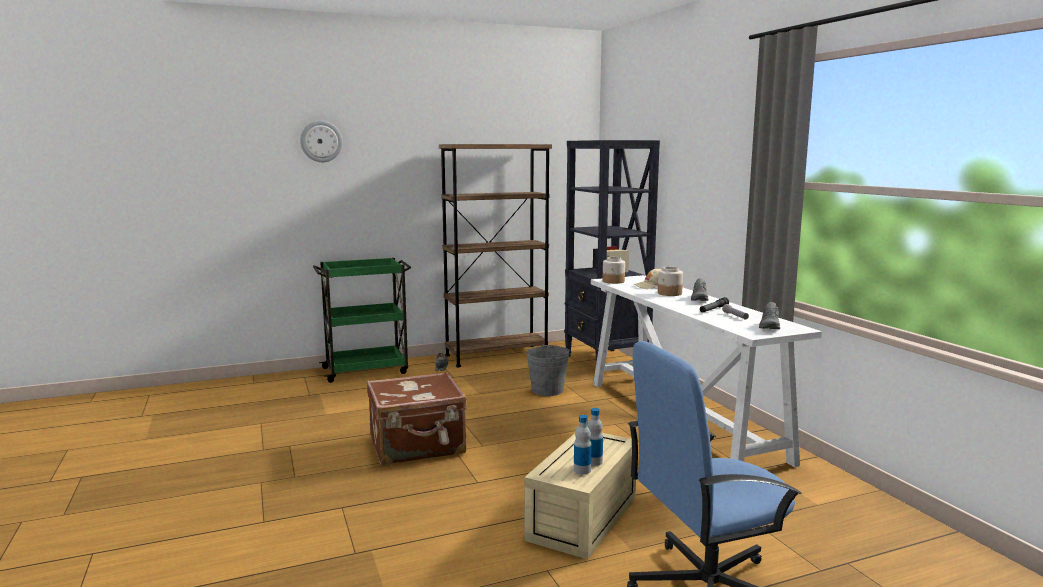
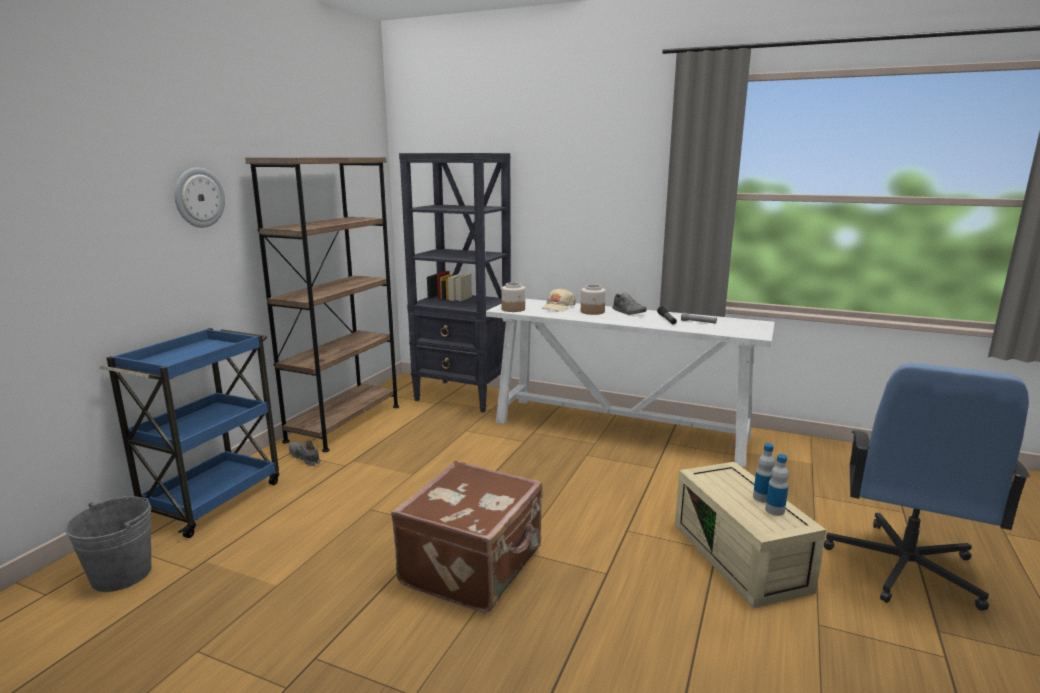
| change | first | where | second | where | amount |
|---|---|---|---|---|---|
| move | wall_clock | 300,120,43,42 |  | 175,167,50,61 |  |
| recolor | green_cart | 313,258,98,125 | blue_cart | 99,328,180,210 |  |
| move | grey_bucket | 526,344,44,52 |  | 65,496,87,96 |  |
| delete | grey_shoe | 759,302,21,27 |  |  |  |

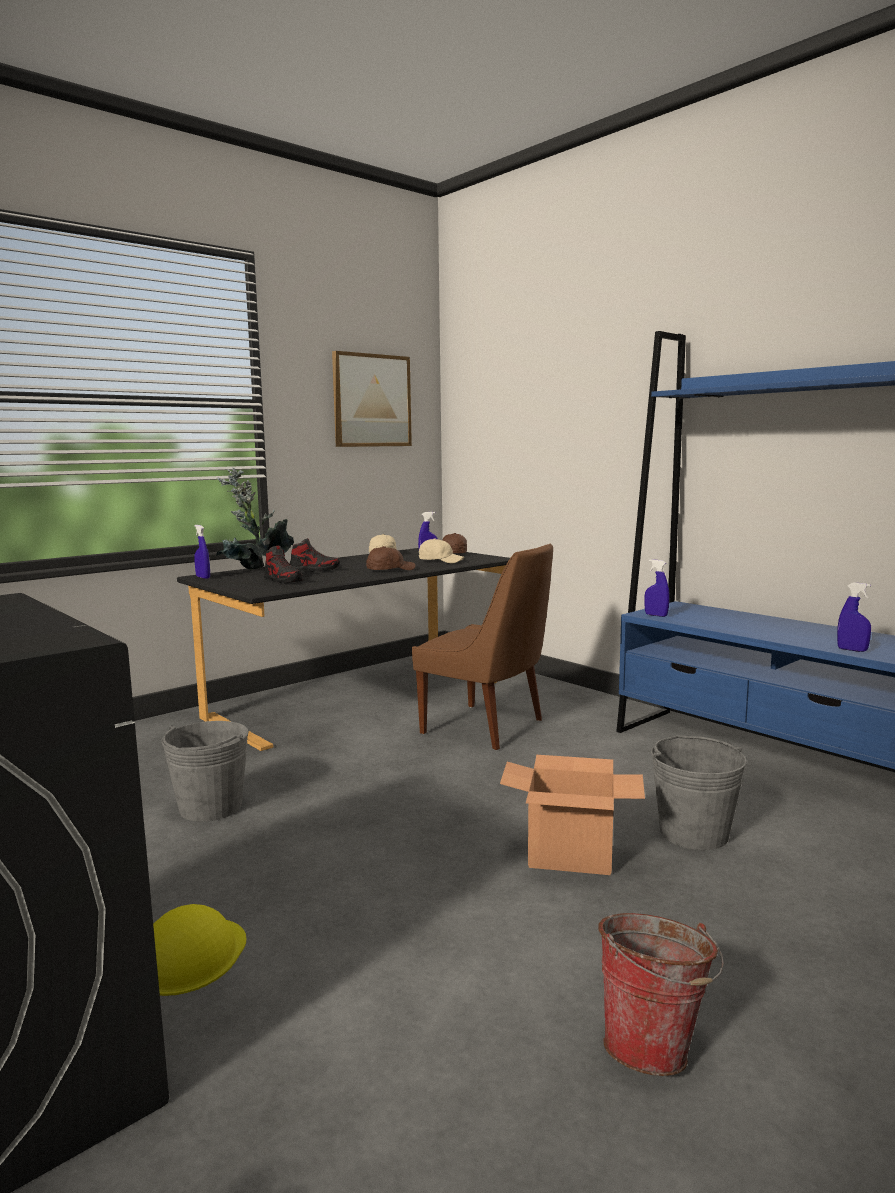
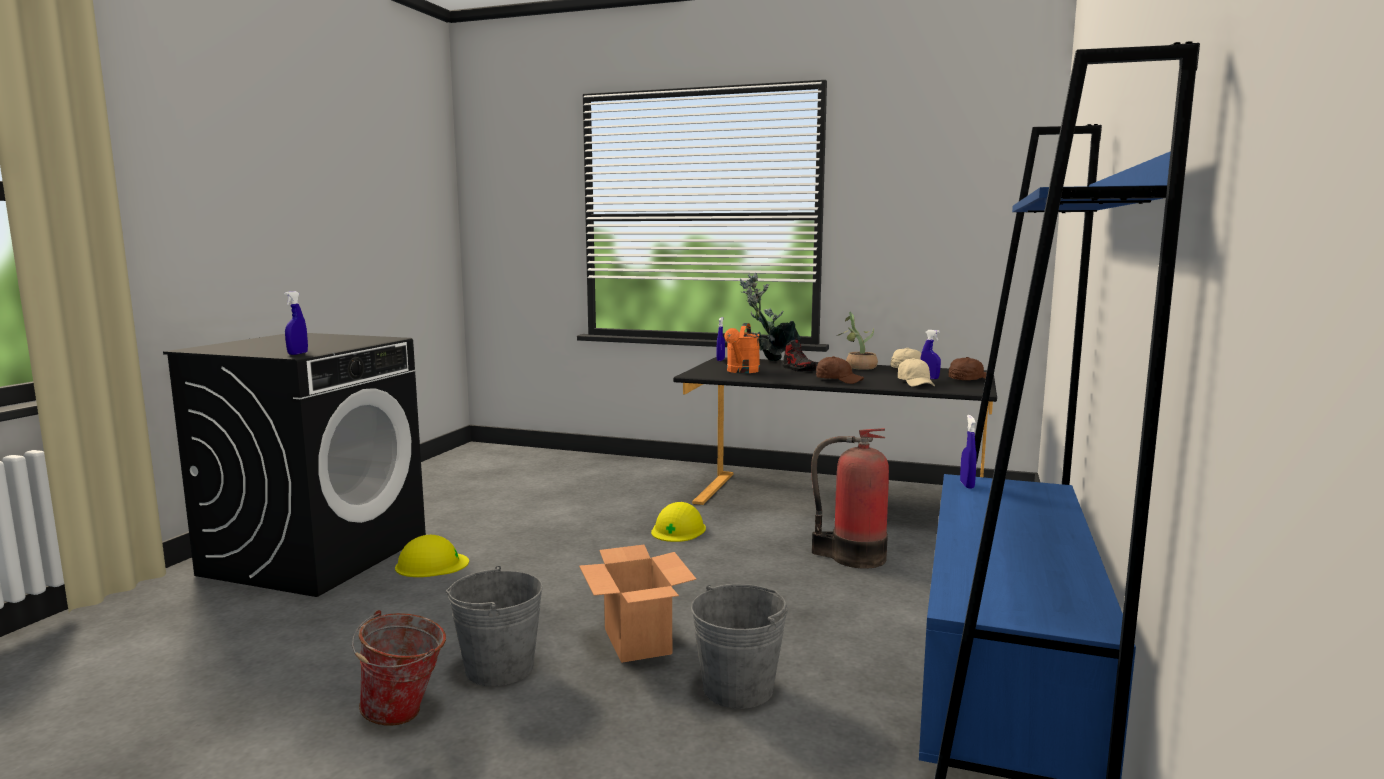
| change | first | where | second | where | amount |
|---|---|---|---|---|---|
| move | grey_bucket | 161,721,88,101 |  | 446,566,97,120 |  |
| replace | shoe | 264,546,39,37 | orange_watering_can | 724,323,36,50 |  |
| delete | picture | 332,351,80,96 |  |  |  |
| replace | brown_chair | 412,544,141,206 | fire_extinguisher | 811,428,78,141 |  |
| move | blue_spray_bottle | 837,582,34,70 |  | 284,291,24,64 |  |
| insert |  |  | yellow_hard_hat | 651,502,55,40 |  |
| insert |  |  | potted_plant | 837,312,41,58 |  |

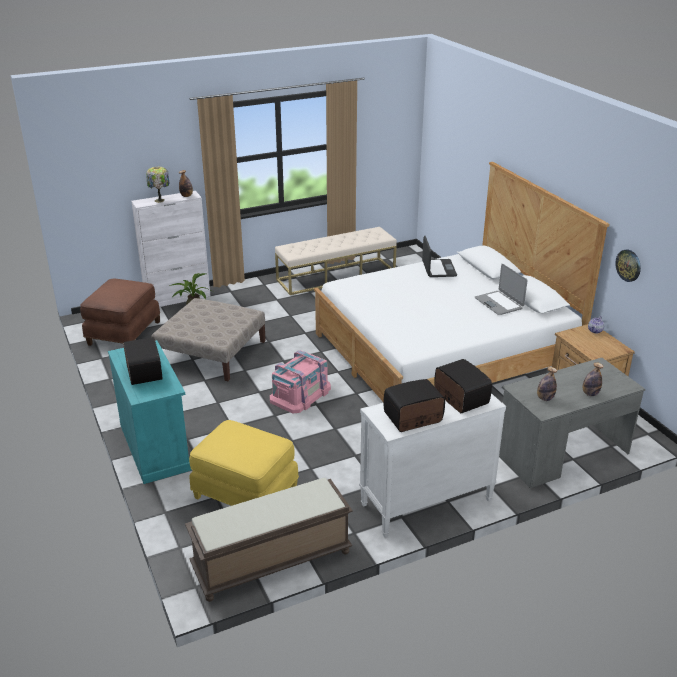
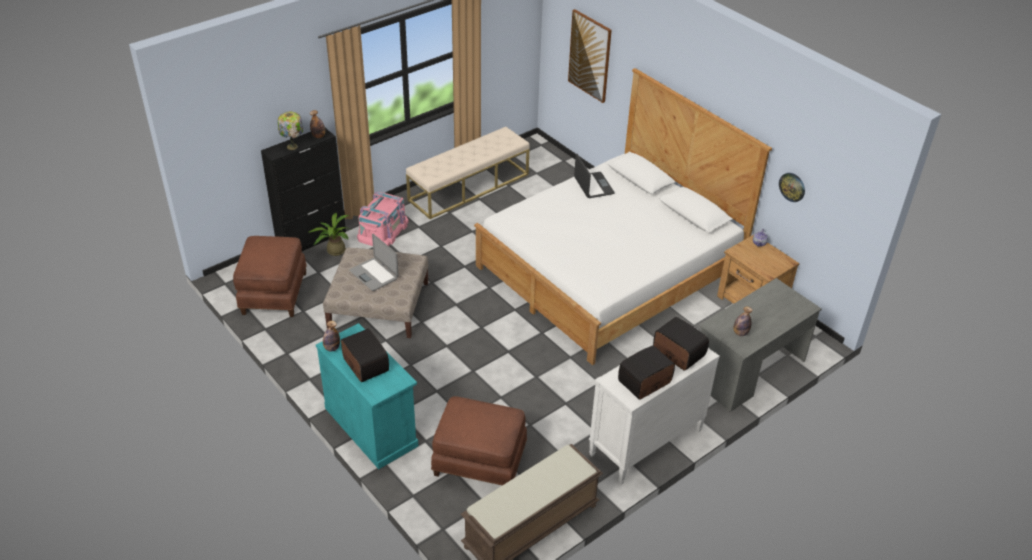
| change | first | where | second | where | amount |
|---|---|---|---|---|---|
| recolor | white_cabinet | 131,191,79,116 | black_cabinet | 261,128,85,123 |  |
| recolor | yellow_ottoman | 189,420,110,86 | brown_ottoman | 431,396,96,89 |  |
| move | pink_storage_box | 270,350,61,63 |  | 357,192,52,54 |  |
| move | laptop | 475,264,53,51 |  | 349,234,50,57 |  |
| move | bottle | 582,362,22,34 |  | 323,321,17,31 |  |
| insert |  |  | picture | 568,9,44,94 |  |

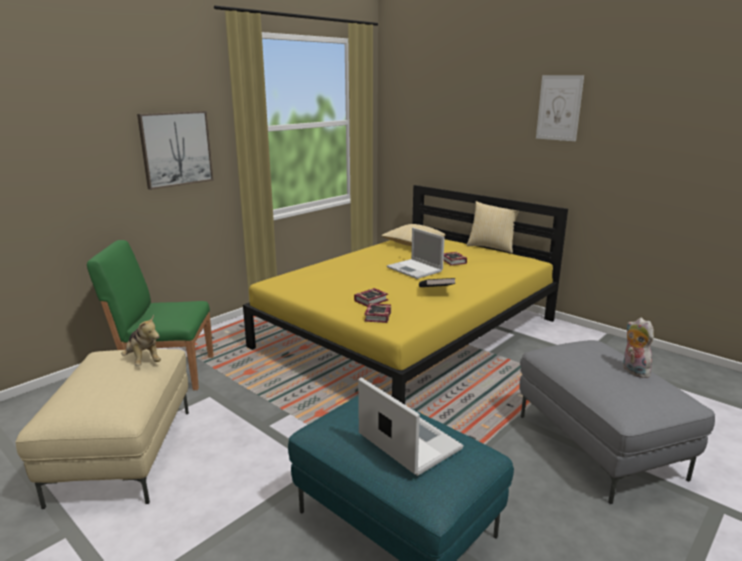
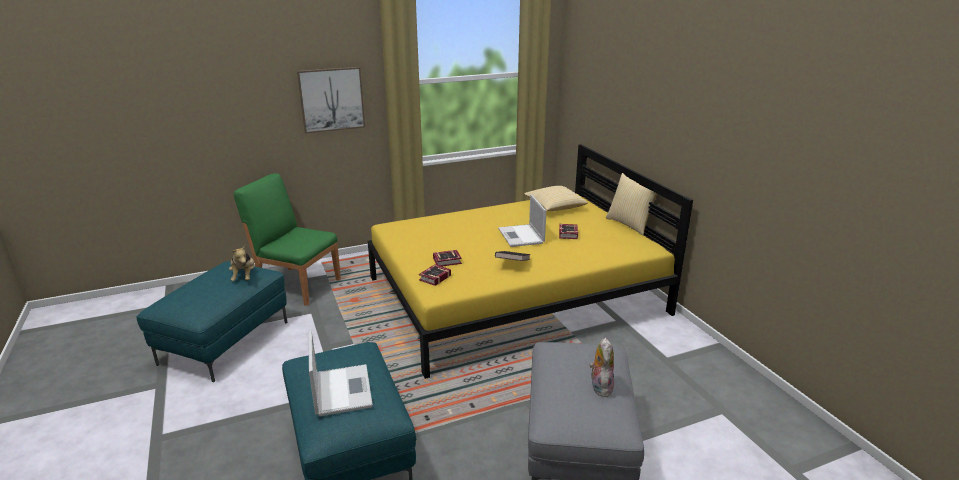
| change | first | where | second | where | amount |
|---|---|---|---|---|---|
| recolor | beige_ottoman | 15,349,174,160 | turquoise_ottoman | 137,261,150,121 |  |
| delete | picture | 536,75,48,66 |  |  |  |

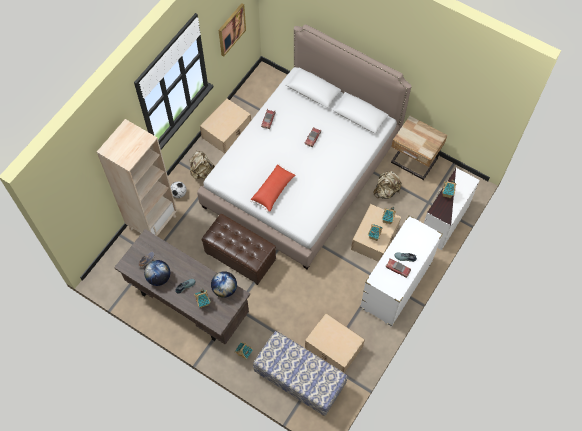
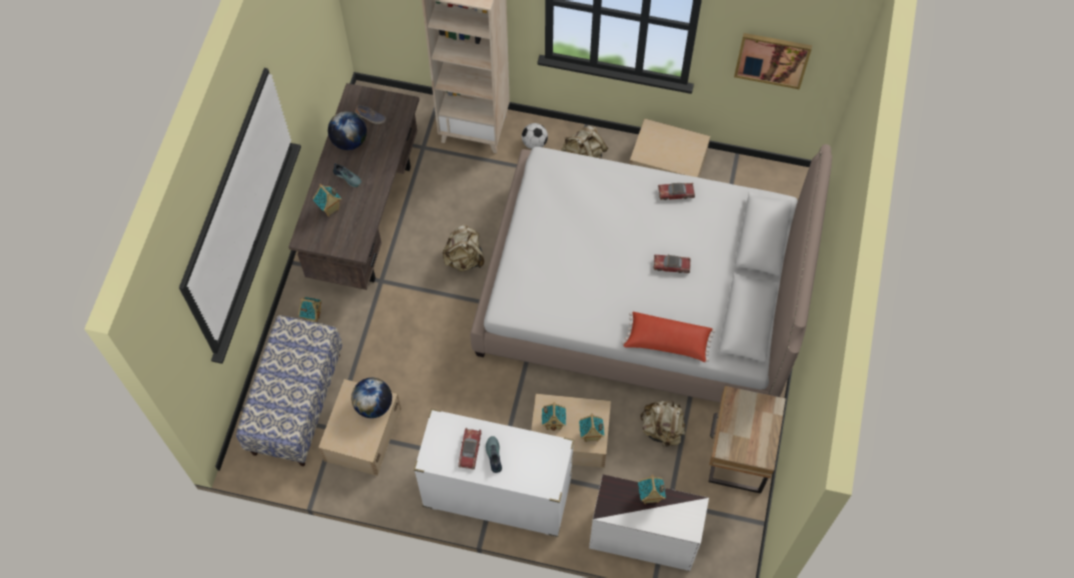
| change | first | where | second | where | amount |
|---|---|---|---|---|---|
| replace | brown_ottoman | 202,214,74,71 | beige_backpack | 443,224,41,48 |  |
| move | globe | 211,271,26,27 |  | 351,378,41,40 |  |
| move | red_pillow | 250,164,46,48 |  | 622,312,93,50 |  |

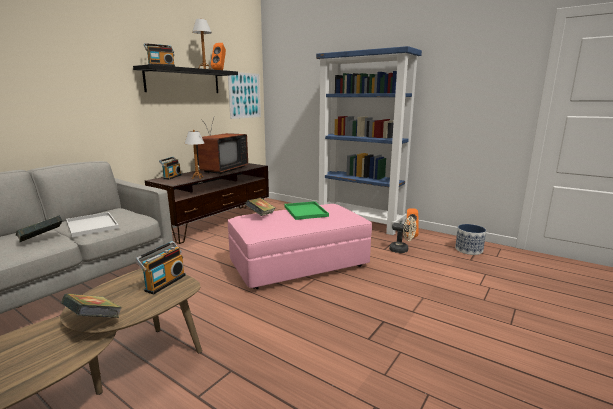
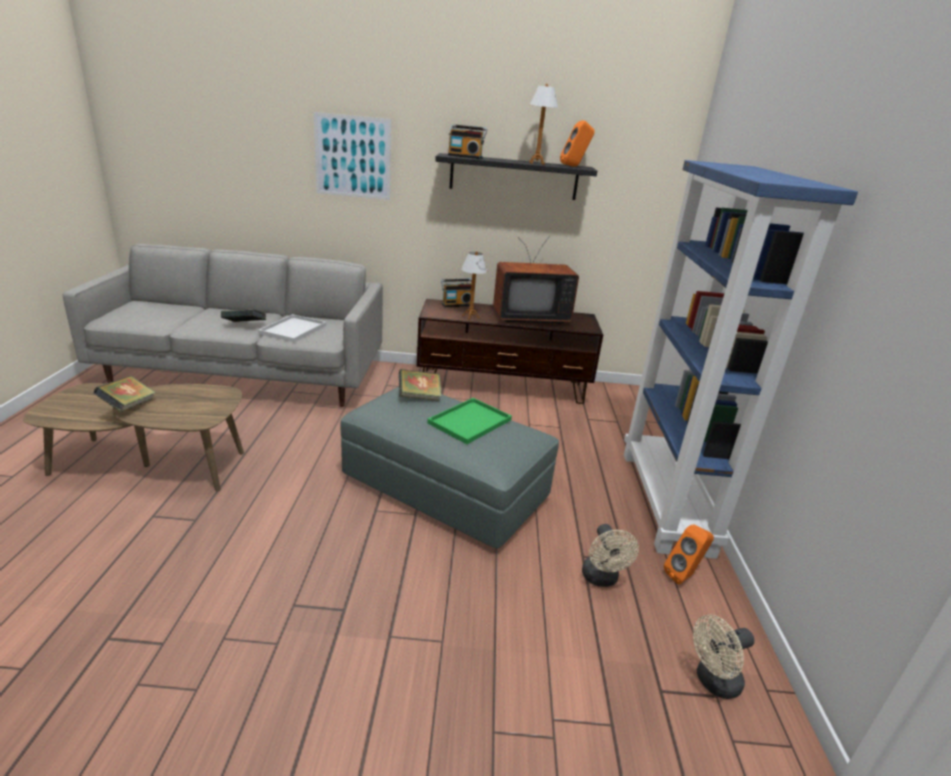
| change | first | where | second | where | amount |
|---|---|---|---|---|---|
| delete | radio | 135,241,51,53 |  |  |  |
| move | picture | 228,72,33,47 |  | 314,112,77,88 |  |
| recolor | pink_ottoman | 228,204,144,85 | grey_ottoman | 340,387,219,161 |  |
| replace | planter | 455,224,31,31 | beige_fan | 693,615,62,84 |  |

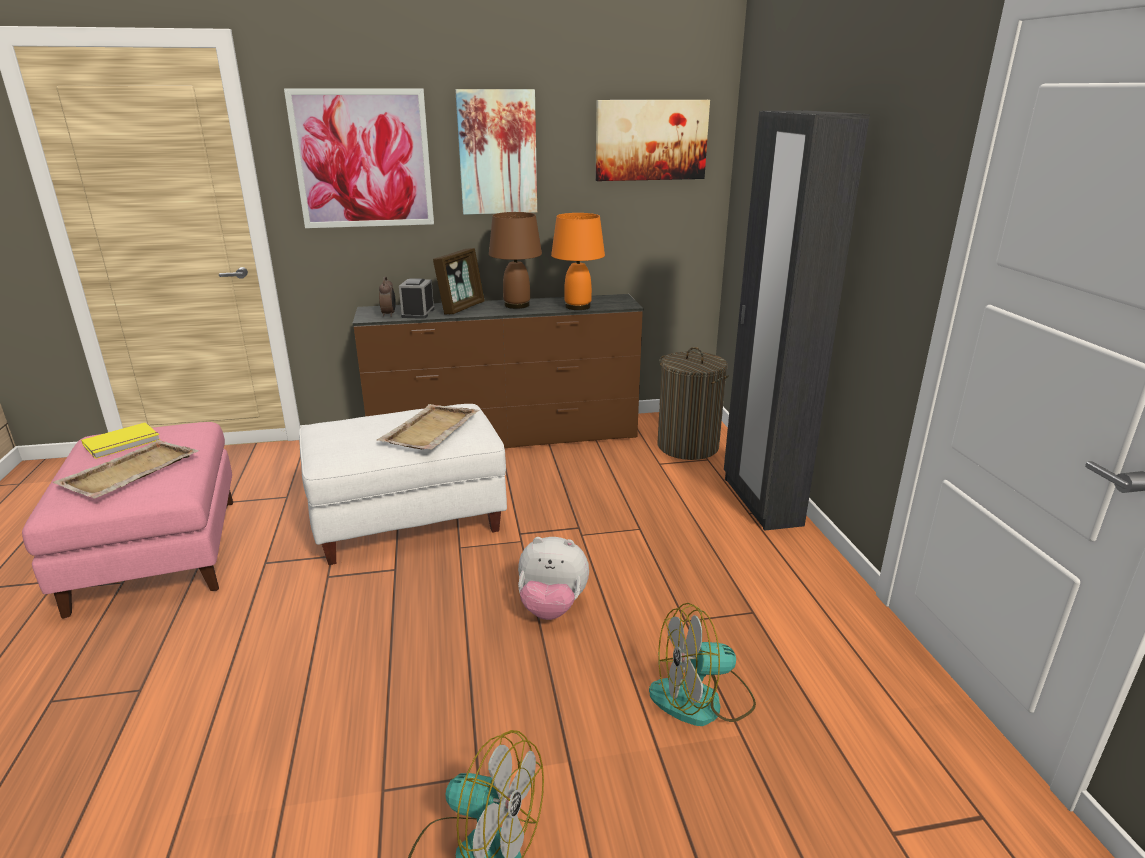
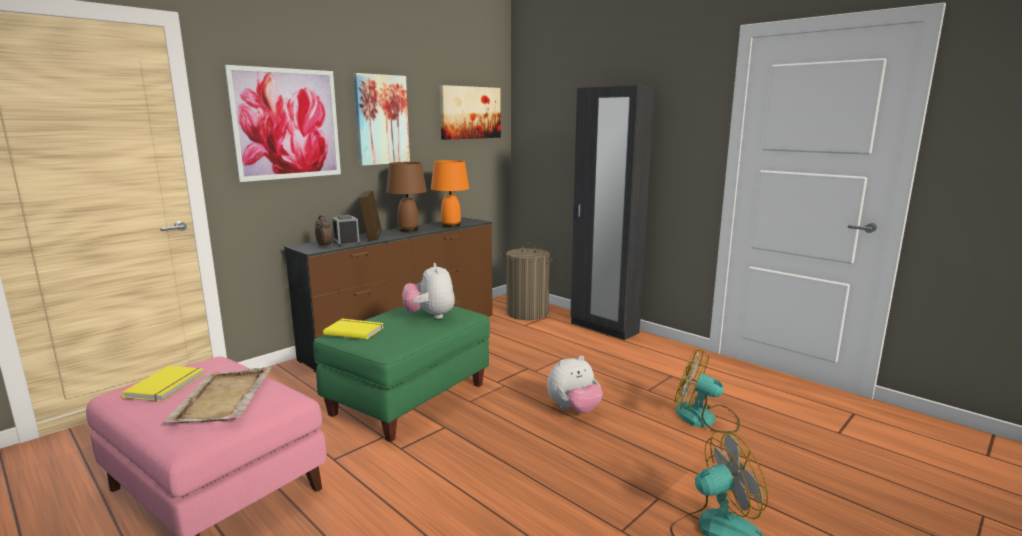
| change | first | where | second | where | amount |
|---|---|---|---|---|---|
| recolor | white_ottoman | 299,404,208,161 | green_ottoman | 313,306,177,136 |  |
| replace | beige_tray | 377,404,102,46 | plush_toy | 402,263,53,56 |  |
| rotate | fan | 649,603,107,123 |  | 675,350,65,83 | 75 degrees clockwise |
| insert |  |  | yellow_book | 323,318,61,22 |  |

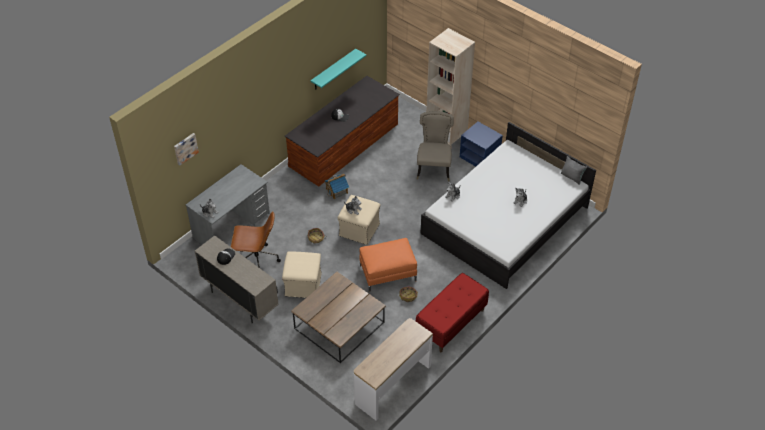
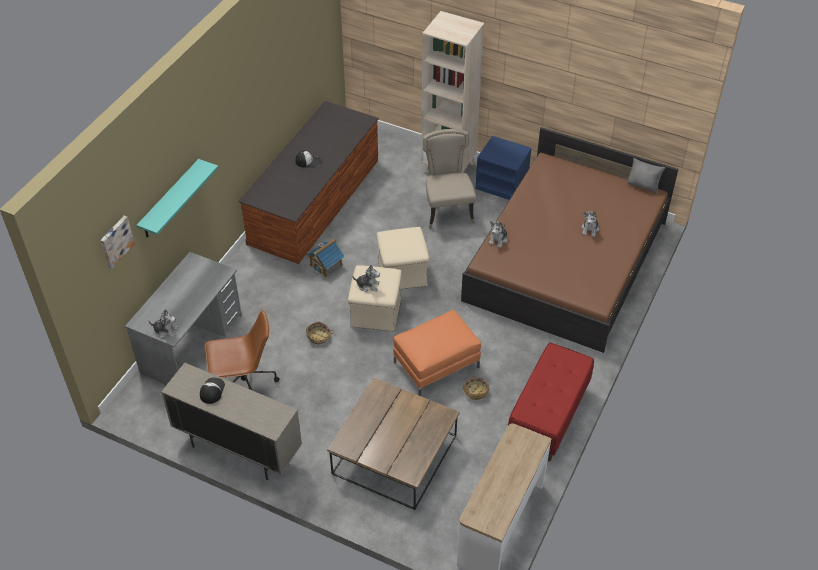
| change | first | where | second | where | amount |
|---|---|---|---|---|---|
| move | beige_ottoman | 282,251,40,47 |  | 377,227,52,63 |  |
| move | turquoise_shelf | 311,49,56,41 |  | 136,159,82,78 |  |
| recolor | white_bed | 421,122,175,167 | brown_bed | 461,127,217,226 |  |

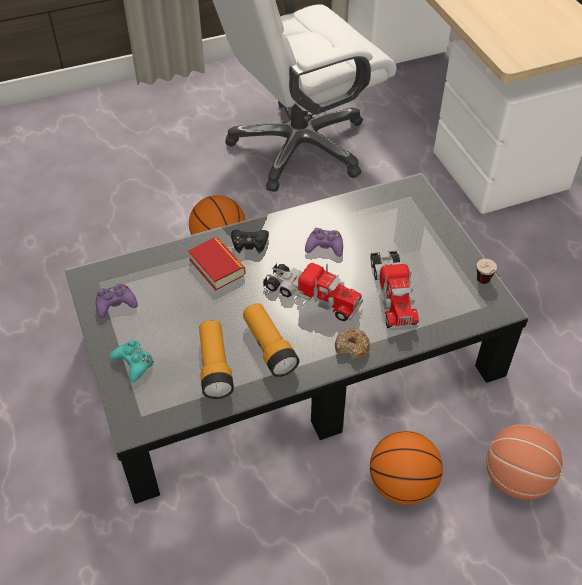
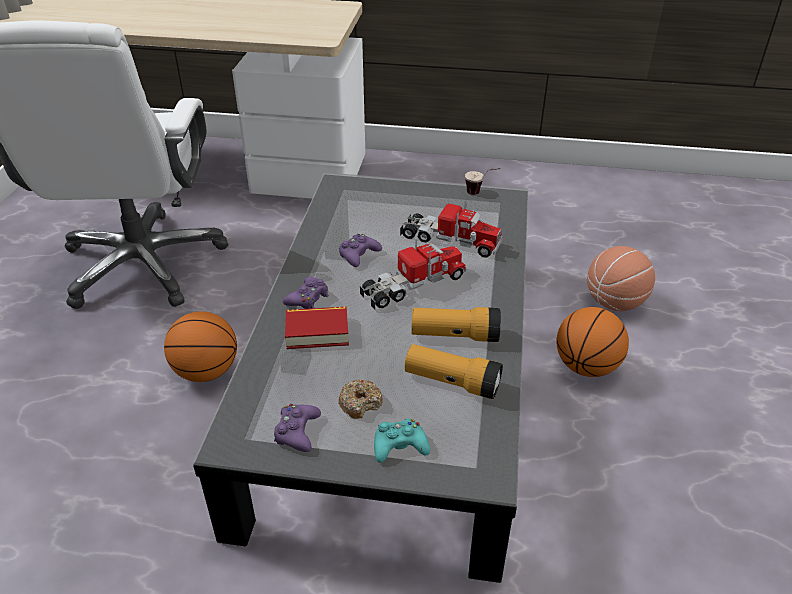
| change | first | where | second | where | amount |
|---|---|---|---|---|---|
| recolor | black_game_controller | 231,230,38,23 | purple_game_controller | 283,277,46,32 |  |
| move | donut | 335,328,35,32 |  | 338,379,45,40 |  |

